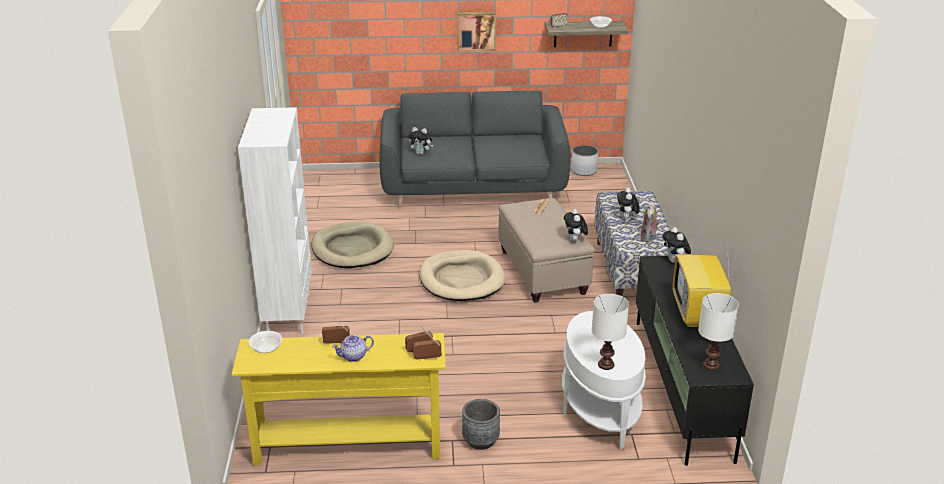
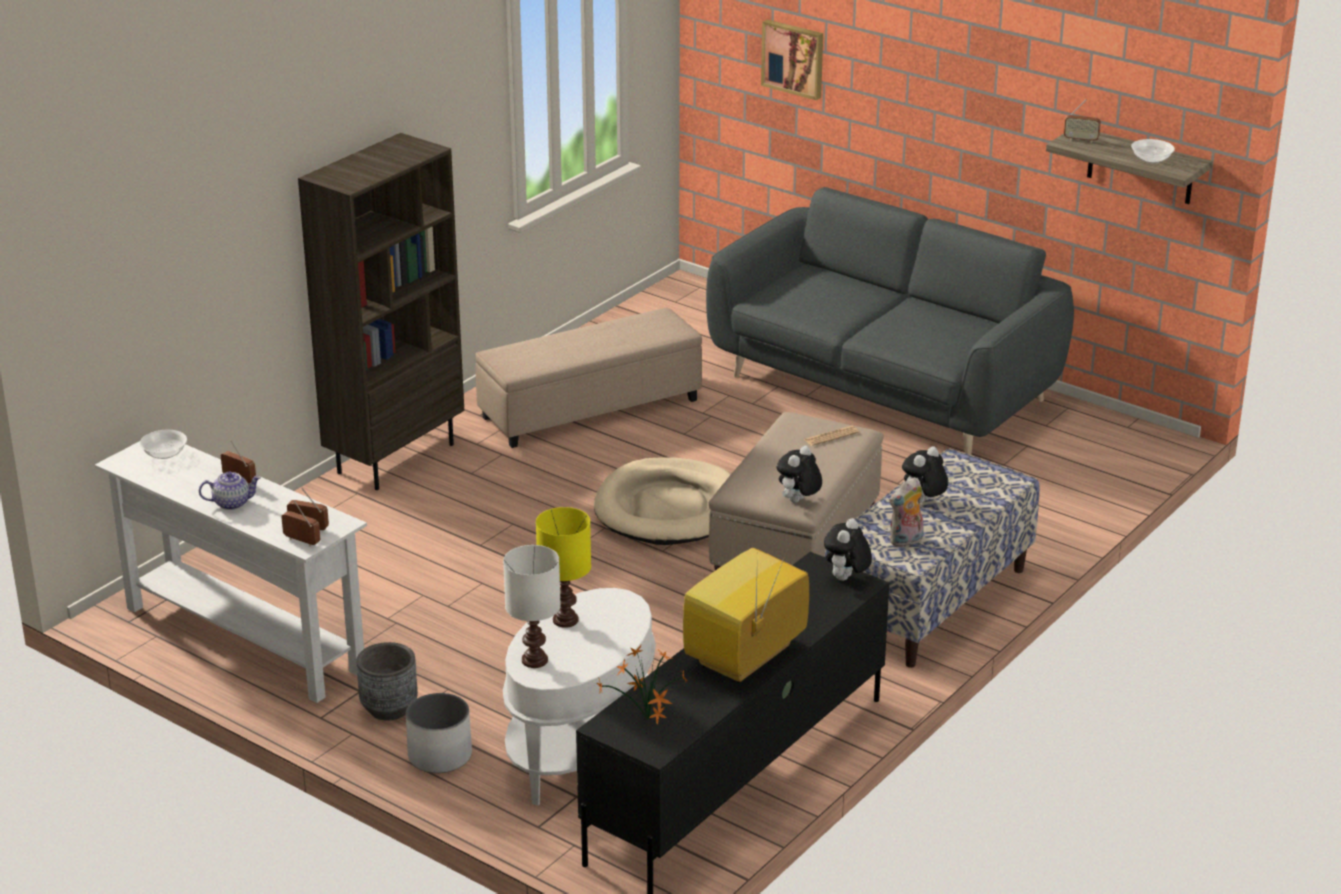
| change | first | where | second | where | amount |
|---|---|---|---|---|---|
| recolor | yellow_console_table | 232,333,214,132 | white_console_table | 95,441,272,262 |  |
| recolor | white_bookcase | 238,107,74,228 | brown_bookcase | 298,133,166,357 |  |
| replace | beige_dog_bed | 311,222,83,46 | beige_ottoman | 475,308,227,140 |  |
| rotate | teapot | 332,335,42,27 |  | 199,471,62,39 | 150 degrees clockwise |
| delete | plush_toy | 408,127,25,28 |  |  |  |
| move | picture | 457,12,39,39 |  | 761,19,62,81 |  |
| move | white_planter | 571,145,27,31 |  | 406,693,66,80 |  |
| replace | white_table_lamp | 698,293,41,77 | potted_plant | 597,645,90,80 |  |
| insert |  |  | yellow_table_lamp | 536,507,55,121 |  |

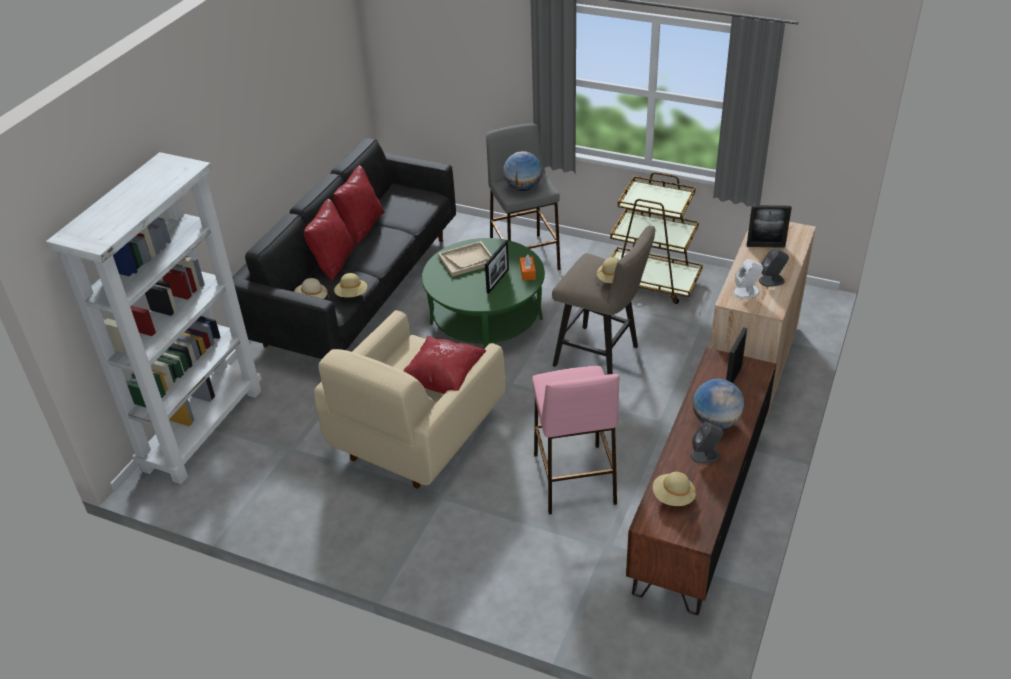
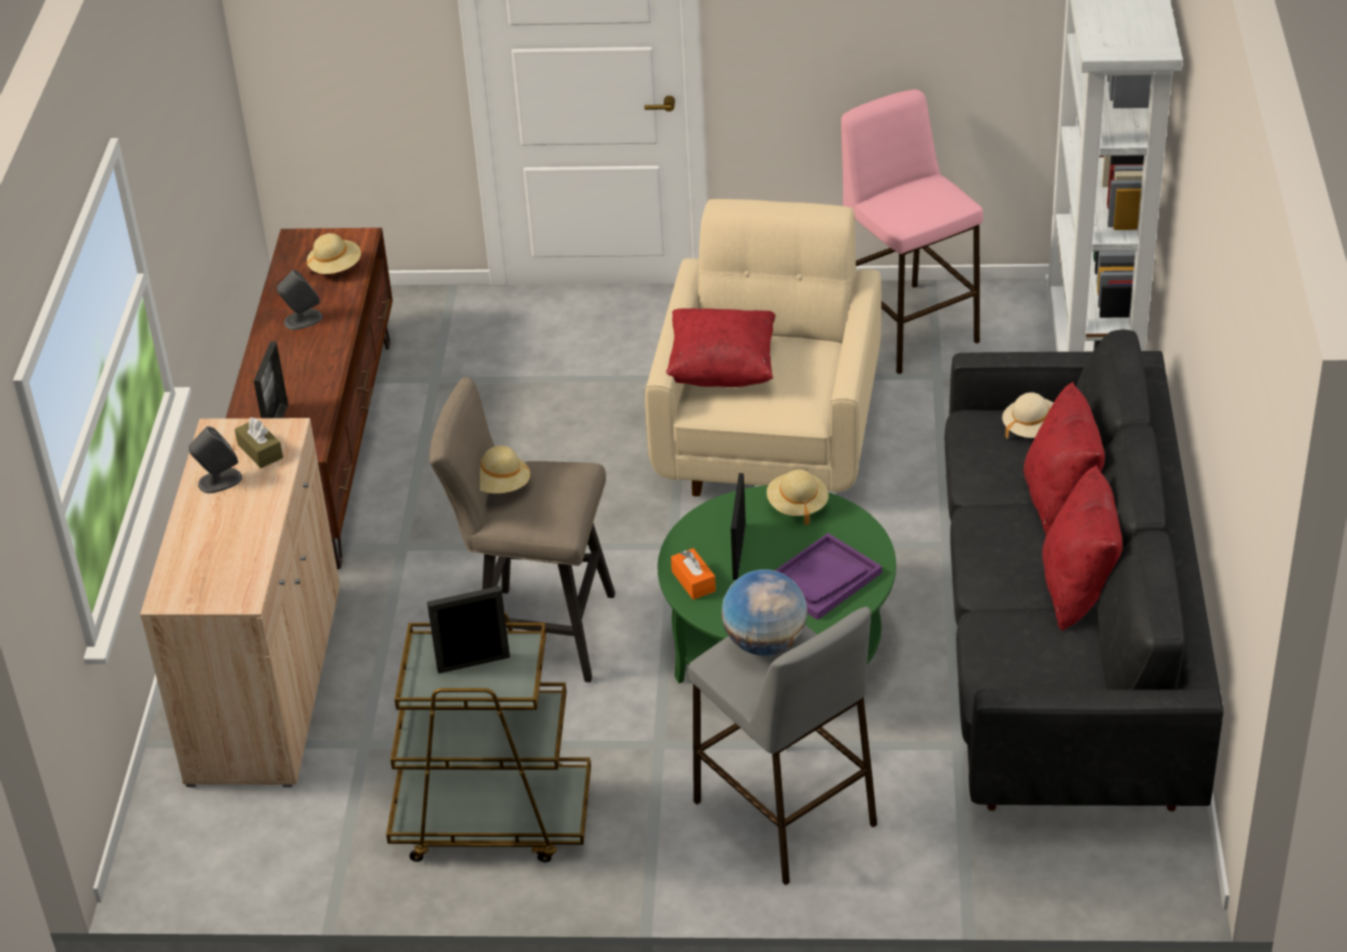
| change | first | where | second | where | amount |
|---|---|---|---|---|---|
| move | beige_hat | 334,273,33,24 |  | 767,469,62,56 |  |
| recolor | beige_tray | 438,241,54,36 | purple_tray | 775,533,107,87 |  |
| move | pink_stool | 532,366,87,148 |  | 841,89,142,285 |  |
| delete | globe | 693,379,51,50 |  |  |  |
| replace | white_speaker | 734,259,29,39 | brown_tissue_box | 235,417,48,51 |  |
| move | picture_frame | 747,205,45,43 |  | 427,586,83,88 |  |

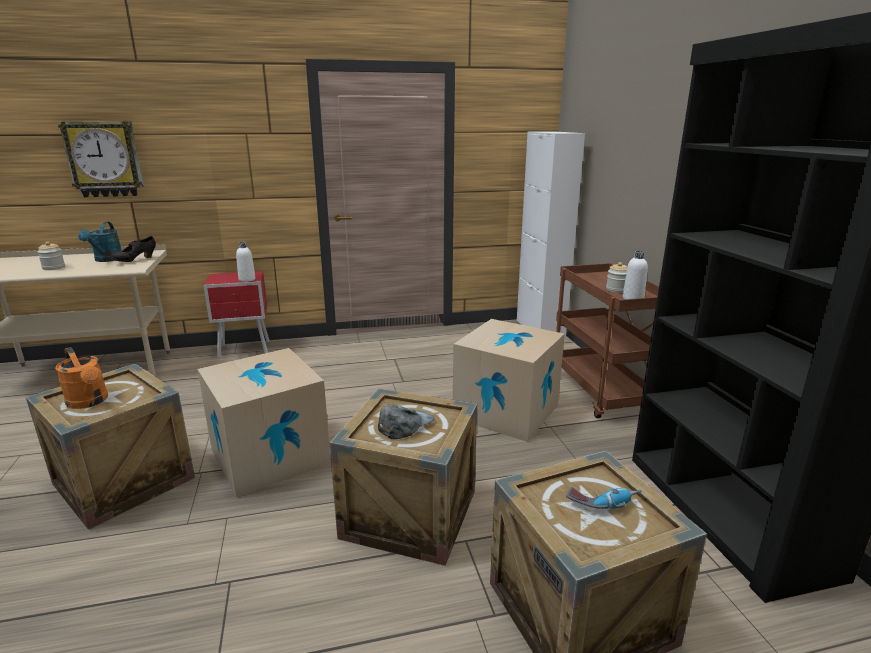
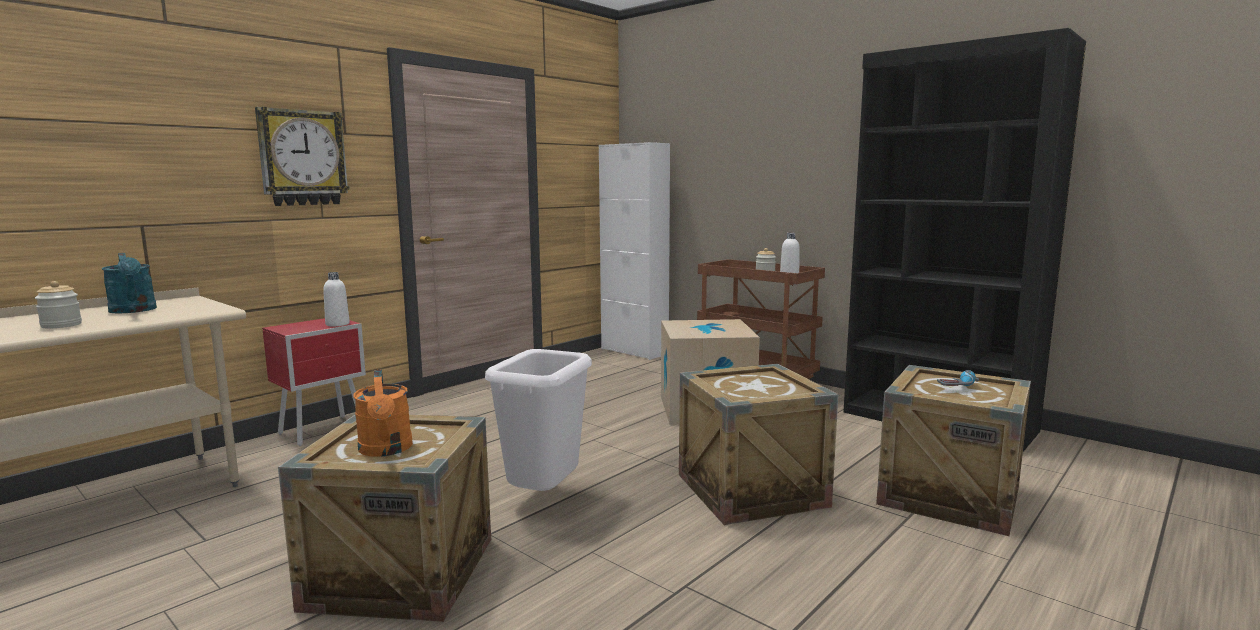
| change | first | where | second | where | amount |
|---|---|---|---|---|---|
| rotate | orange_watering_can | 55,347,53,62 |  | 353,369,60,88 | 60 degrees clockwise |
| move | wall_clock | 58,122,86,75 |  | 255,107,95,99 |  |
| delete | black_shoe | 110,236,46,26 |  |  |  |
| replace | cardboard_box | 197,348,134,150 | white_trash_can | 485,349,107,142 |  |
| delete | grey_cap | 378,404,57,35 |  |  |  |

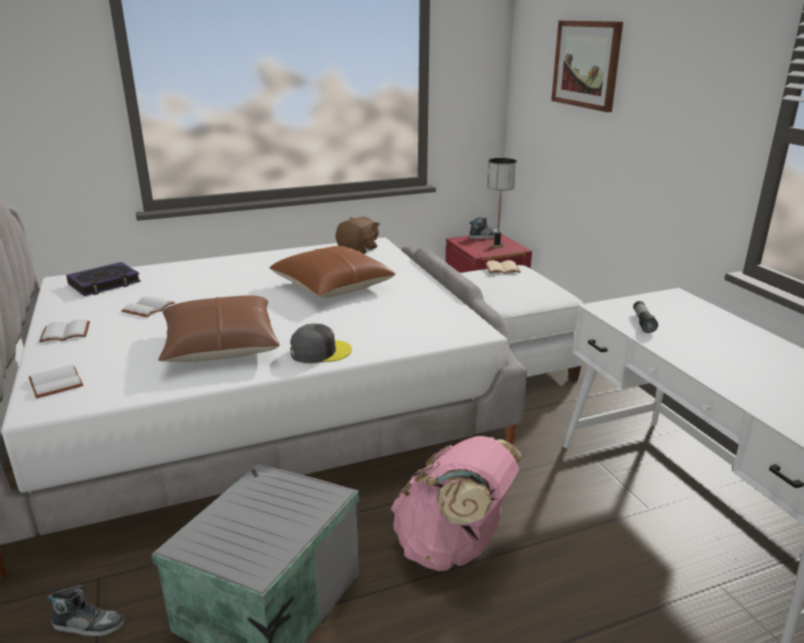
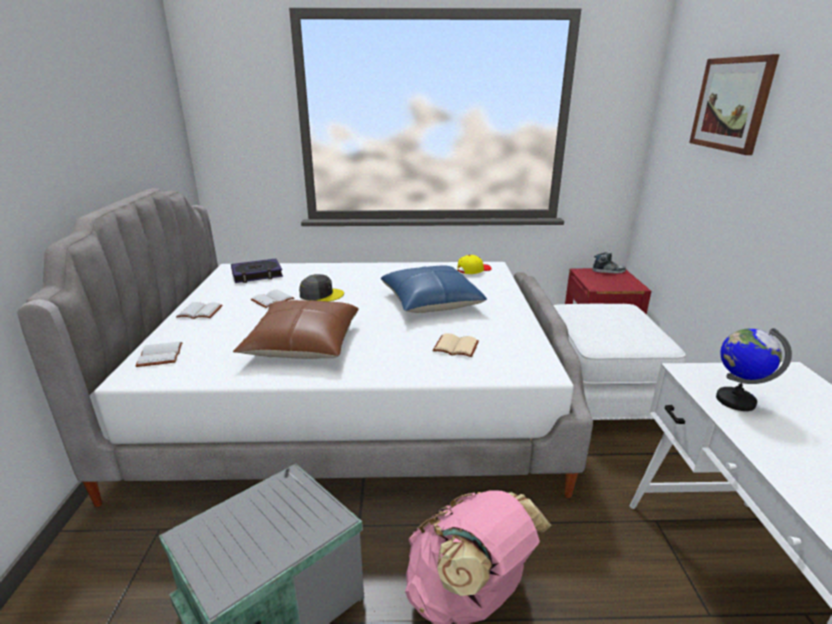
| change | first | where | second | where | amount |
|---|---|---|---|---|---|
| delete | shoe | 47,585,77,51 |  |  |  |
| recolor | brown_pillow | 270,246,126,52 | blue_pillow | 380,265,107,48 |  |
| move | grey_cap | 290,324,62,39 |  | 299,274,45,27 |  |
| replace | brown_plush_toy | 335,217,45,37 | yellow_cap | 457,255,35,19 |  |
| move | beige_book | 485,260,36,14 |  | 433,333,46,24 |  |
| delete | table_lamp | 487,158,30,90 |  |  |  |
| replace | flashlight | 633,301,25,32 | globe | 716,328,76,83 |  |

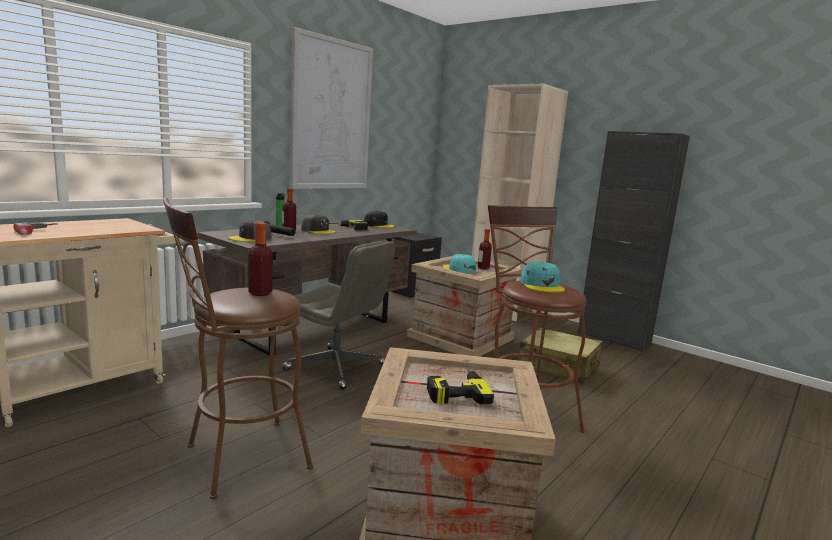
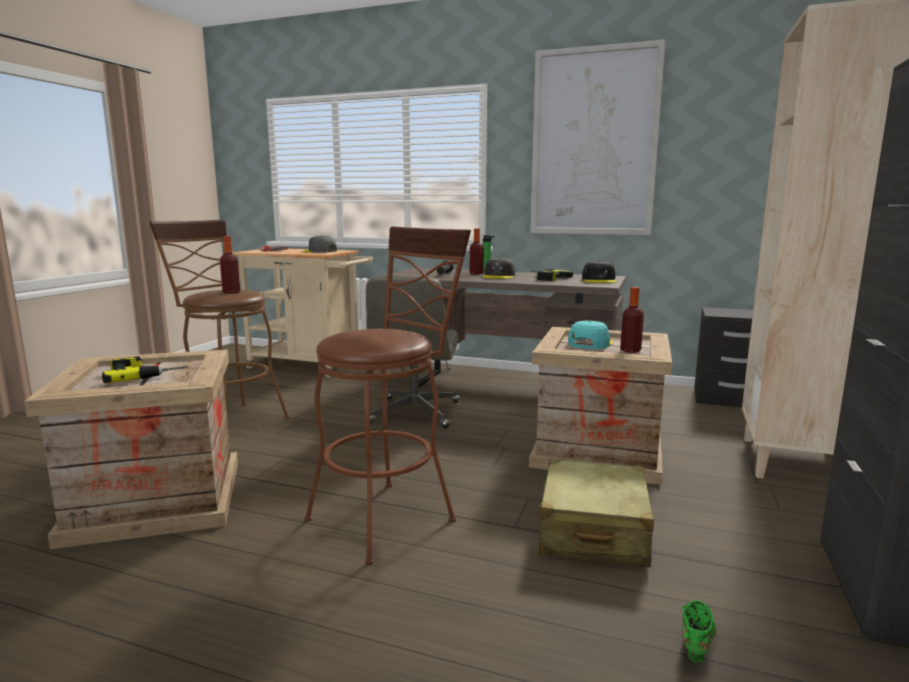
| change | first | where | second | where | amount |
|---|---|---|---|---|---|
| move | grey_cap | 228,220,43,22 |  | 302,235,35,18 |  |
| delete | turquoise_cap | 521,262,44,30 |  |  |  |
| insert |  |  | green_shoe | 682,600,35,63 |  |

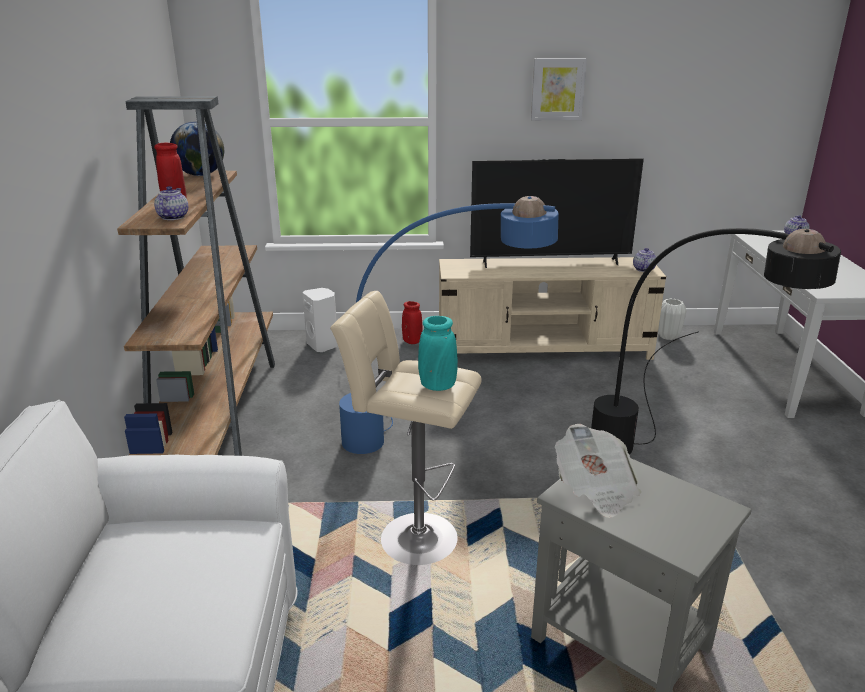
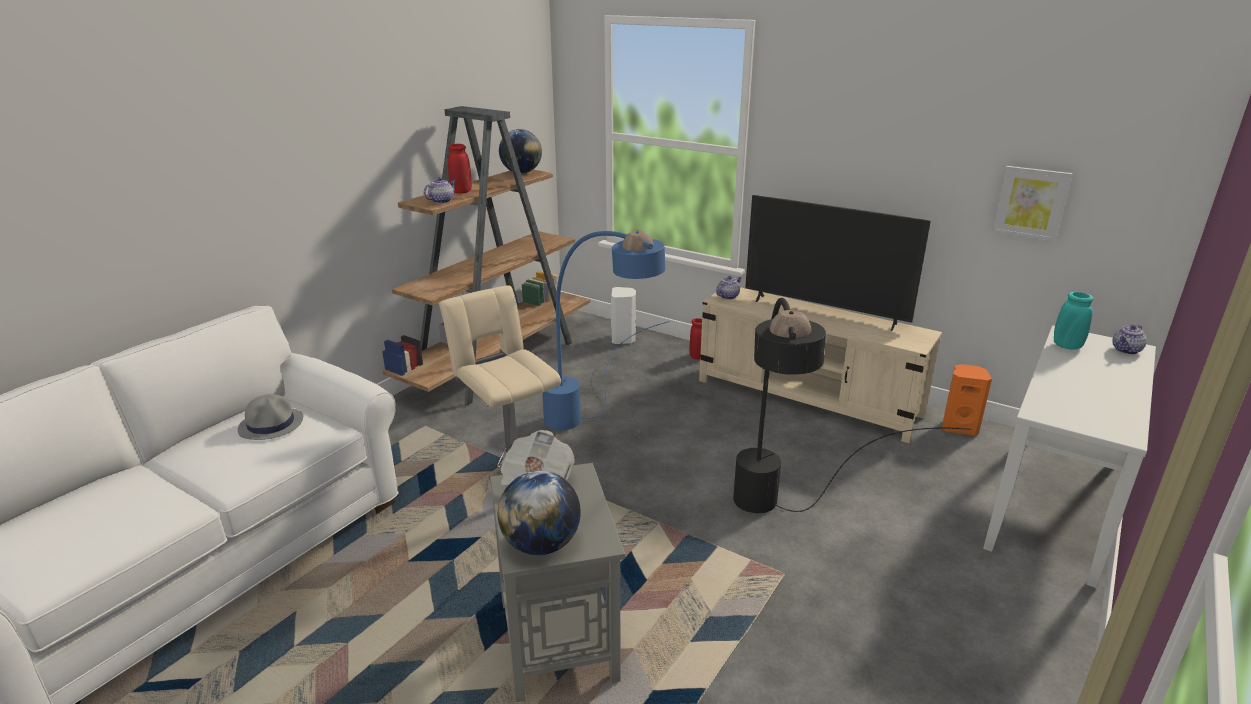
| change | first | where | second | where | amount |
|---|---|---|---|---|---|
| move | turquoise_vase | 418,316,40,75 |  | 1054,292,40,58 |  |
| move | picture | 531,58,56,62 |  | 992,166,80,75 |  |
| move | teapot | 633,248,23,24 |  | 716,276,26,23 |  |
| replace | white_vase | 658,299,29,41 | orange_speaker | 942,364,50,72 |  |
| insert |  |  | grey_hat | 238,394,65,46 |  |
| insert |  |  | globe | 498,471,83,84 |  |

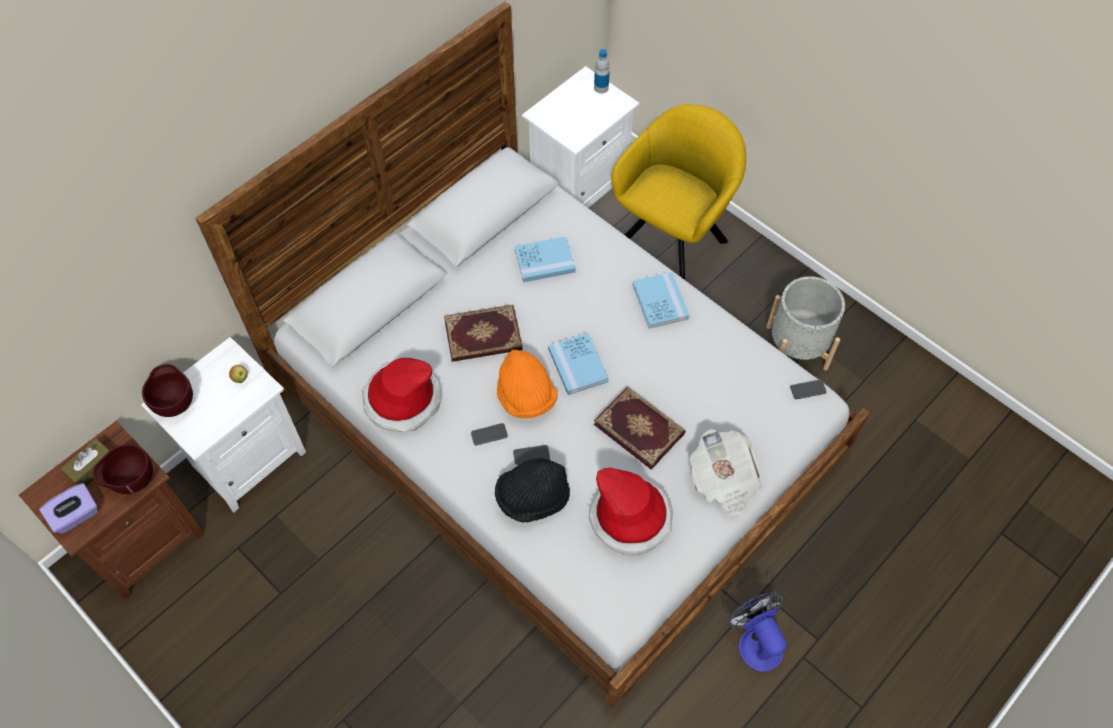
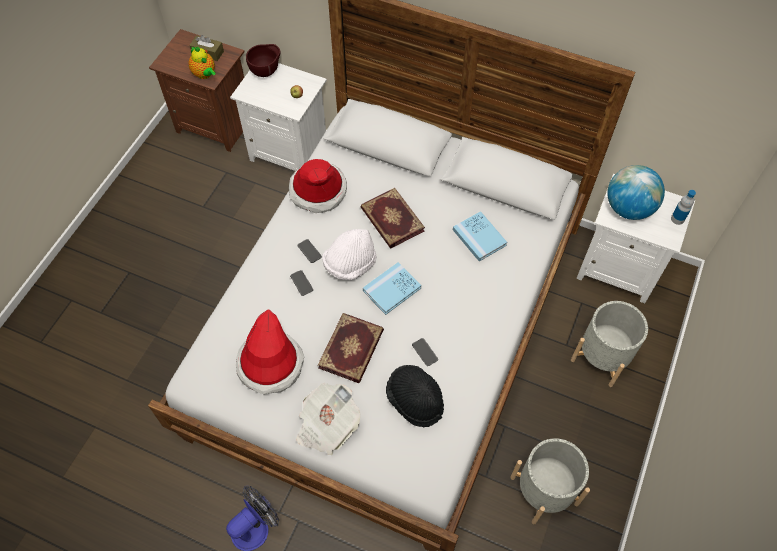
| change | first | where | second | where | amount |
|---|---|---|---|---|---|
| delete | purple_tissue_box | 39,483,59,51 |  |  |  |
| replace | brown_bowl | 93,444,60,50 | teapot | 188,46,28,33 |  |
| move | black_hat | 495,458,75,65 |  | 386,365,58,62 |  |
| recolor | orange_hat | 497,350,61,69 | white_hat | 322,229,54,51 |  |
| replace | yellow_armchair | 611,104,135,176 | grey_planter | 571,301,77,86 |  |
| delete | blue_book | 633,272,56,57 |  |  |  |
| move | phone | 790,380,37,19 |  | 412,338,26,28 |  |
| insert |  |  | globe | 607,165,58,55 |  |

